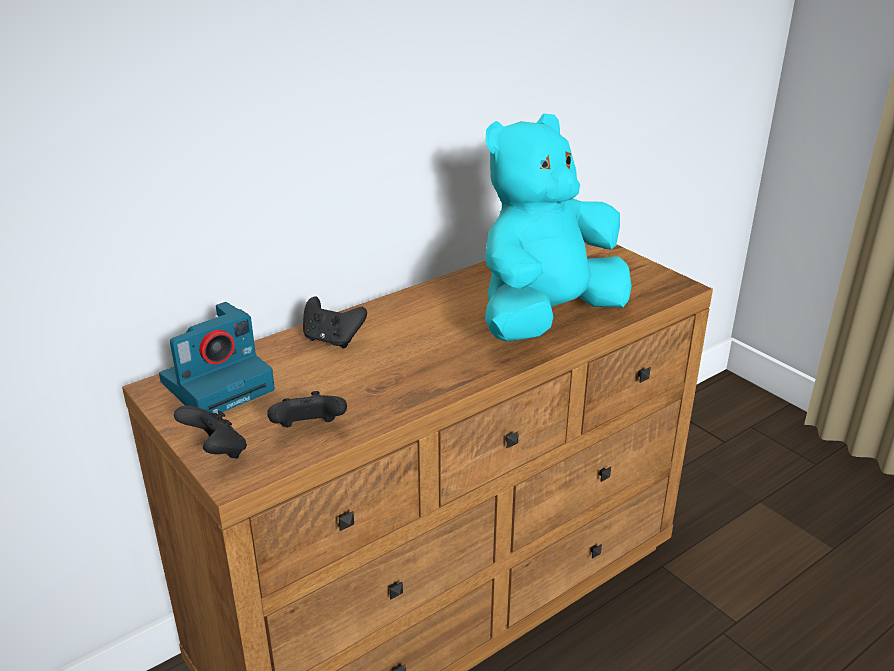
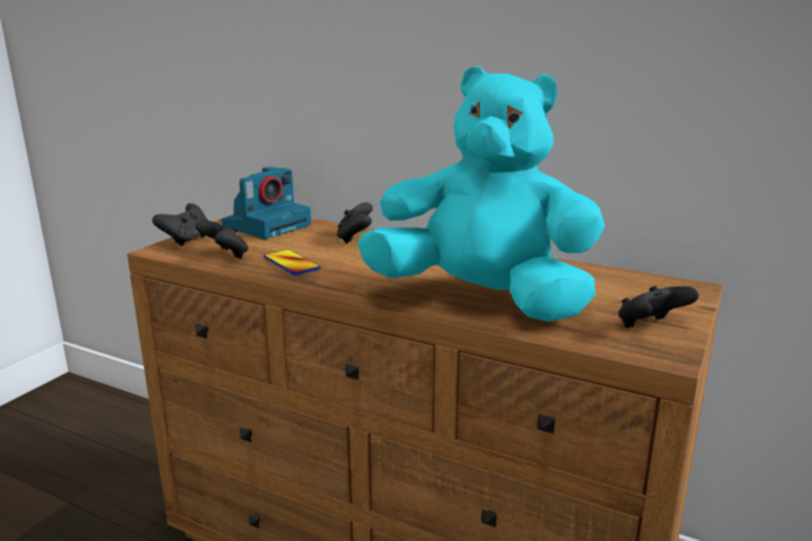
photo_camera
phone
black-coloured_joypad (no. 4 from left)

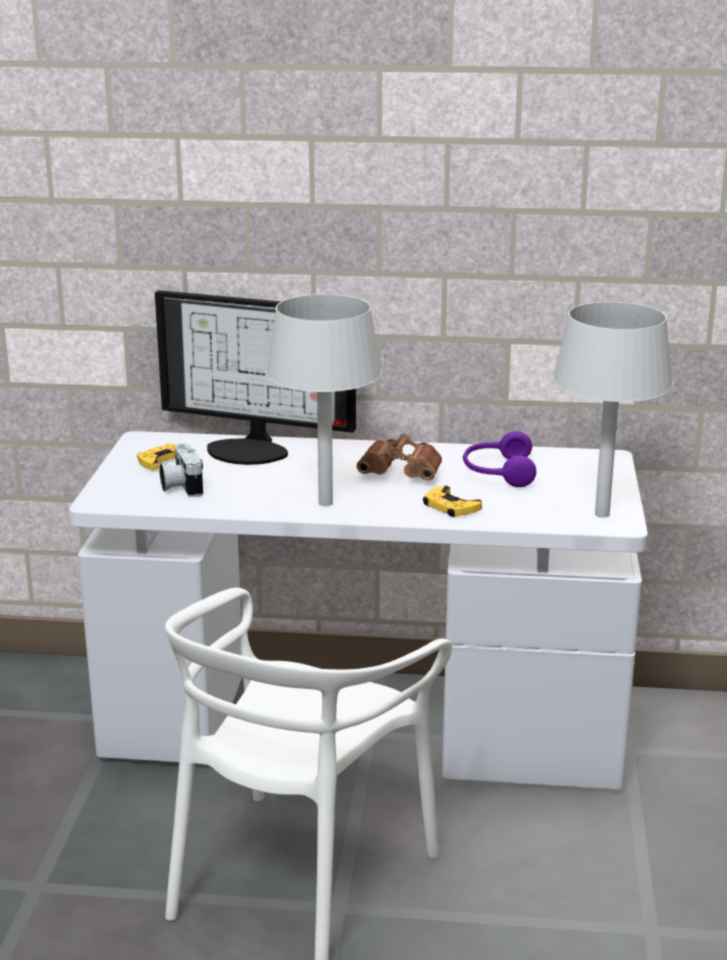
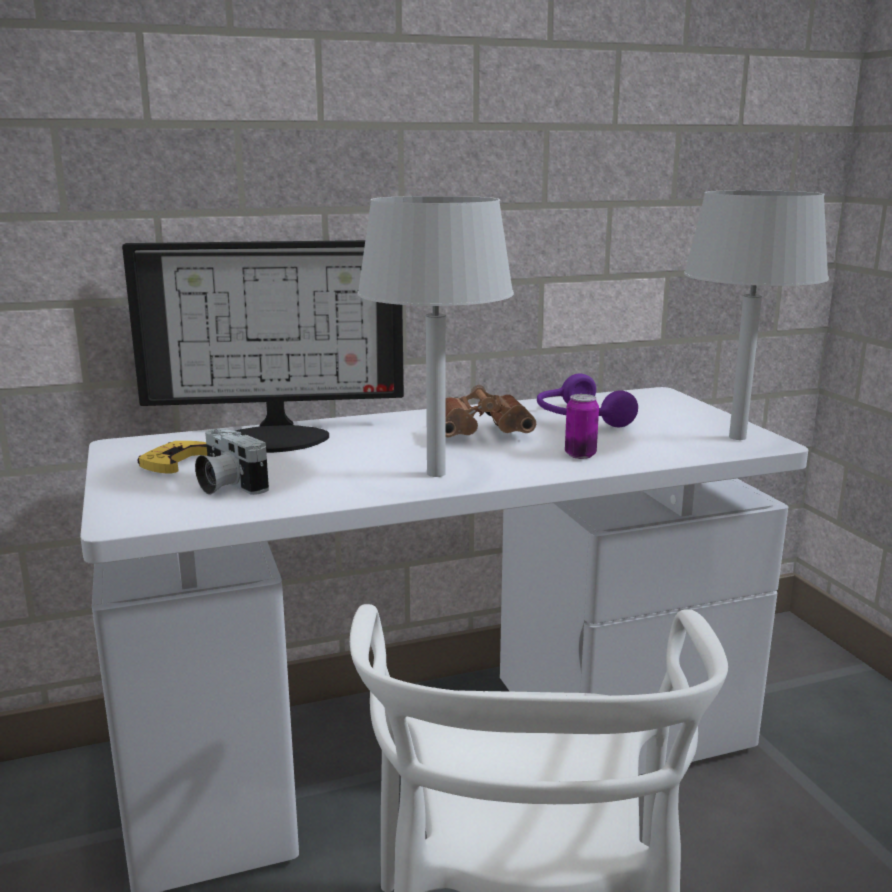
metal_can

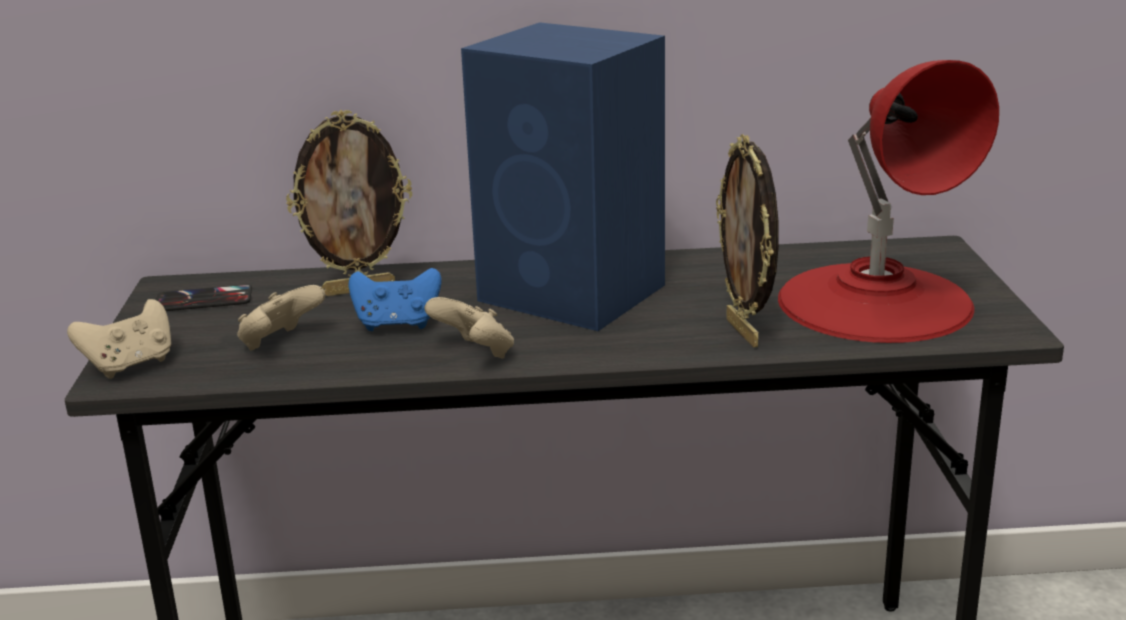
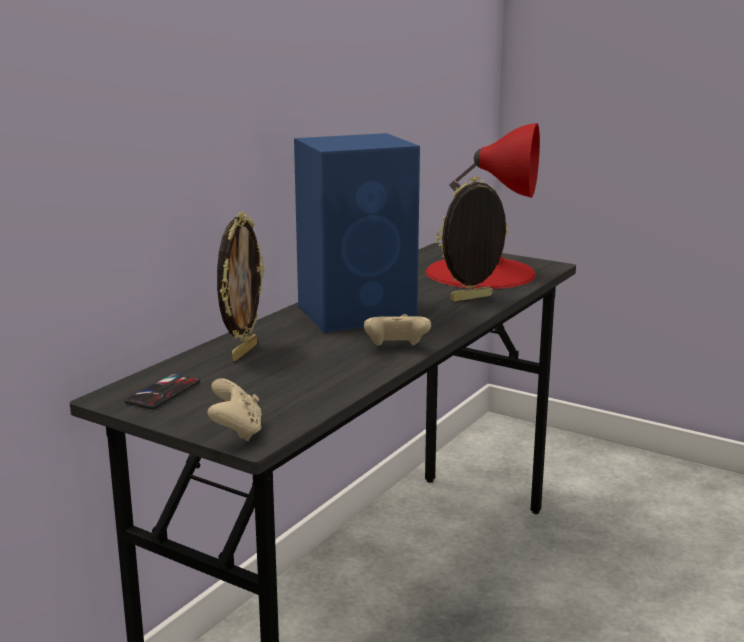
beige_joypad (no. 2 from left in the first image)
blue_joypad
picture_frame (no. 2 from left)

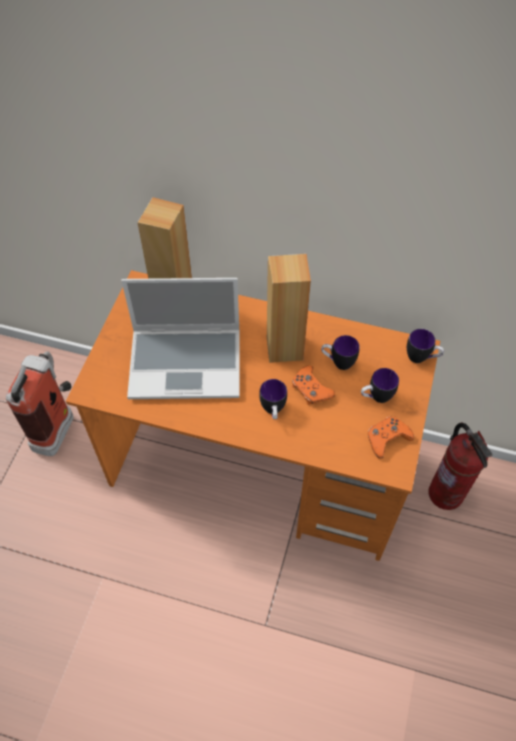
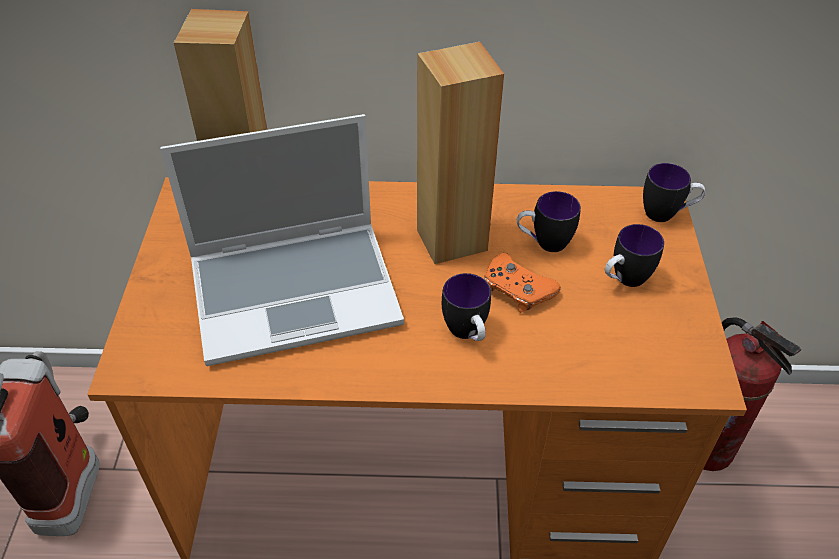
orange_joypad (no. 2 from left in the first image)

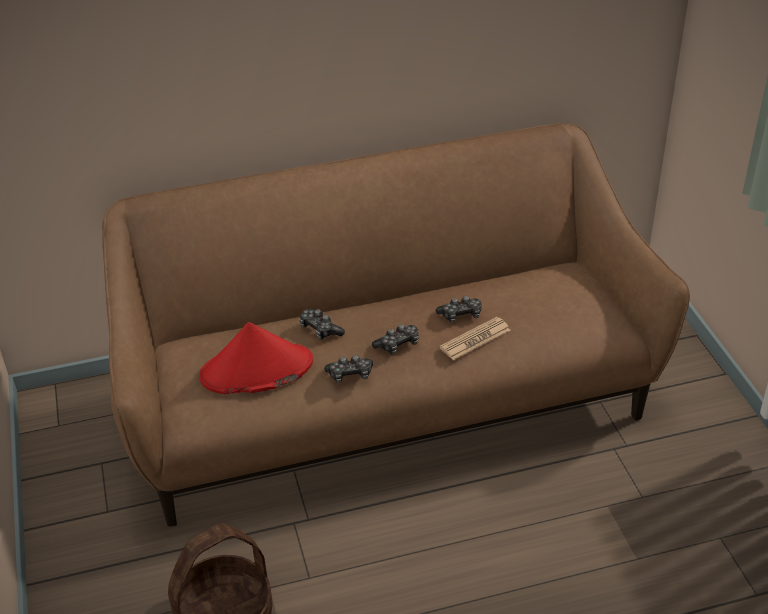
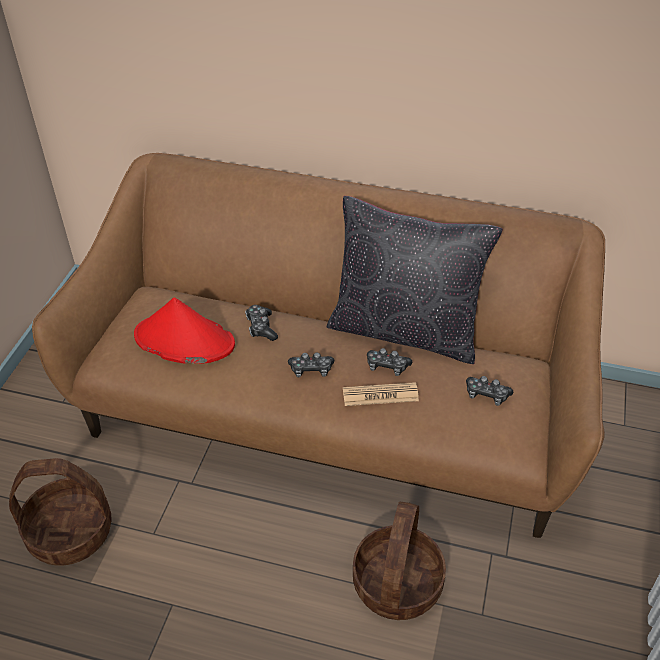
joypad (no. 4 from left)
black-coloured_throw_pillow
storage_basket (no. 2 from left)

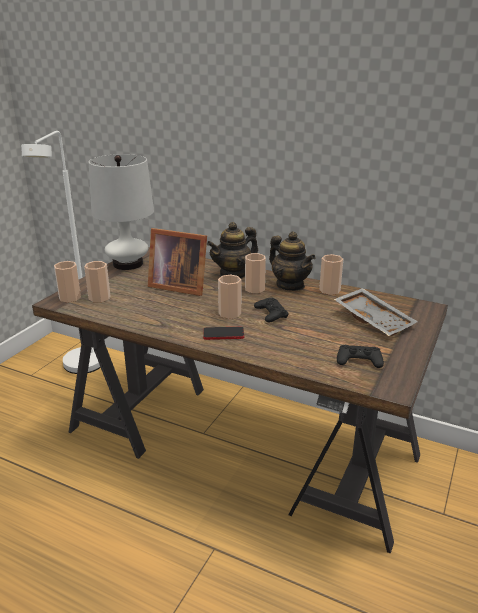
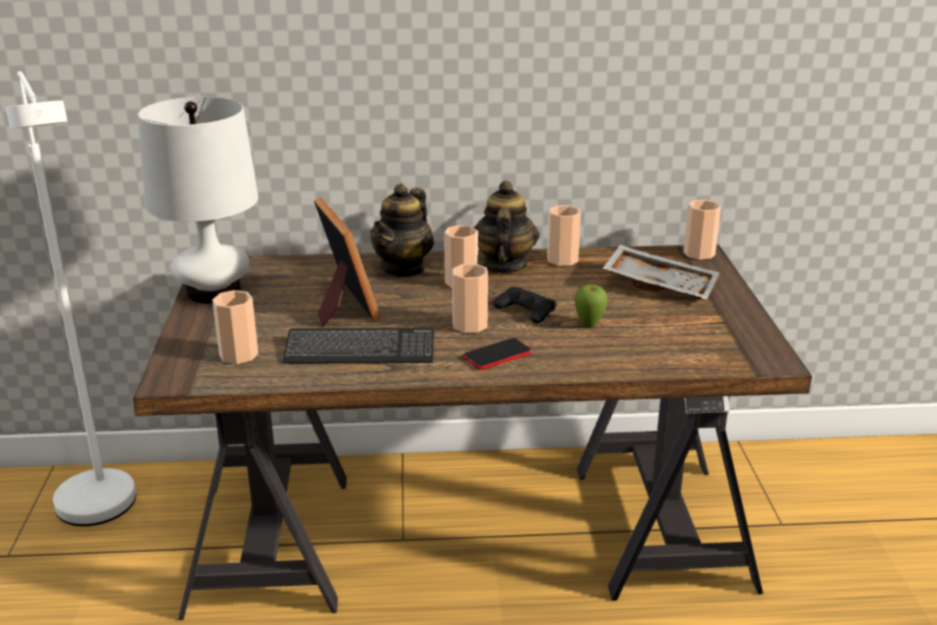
cup (no. 5 from left)
picture_frame
tea_pot (no. 2 from left)
black-coloured_joypad (no. 2 from left in the first image)
keyboard
apple

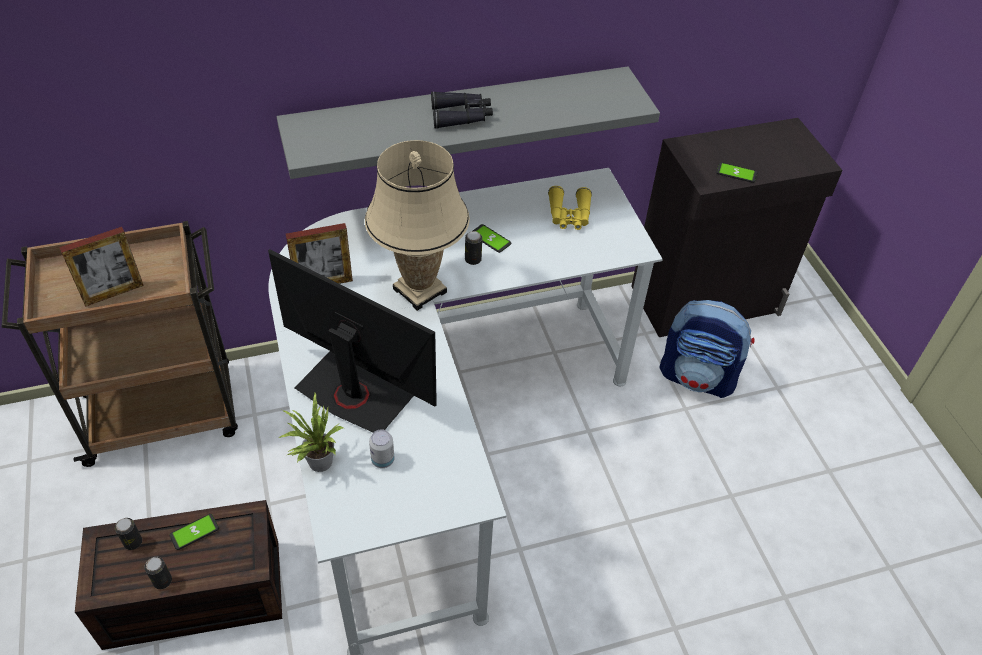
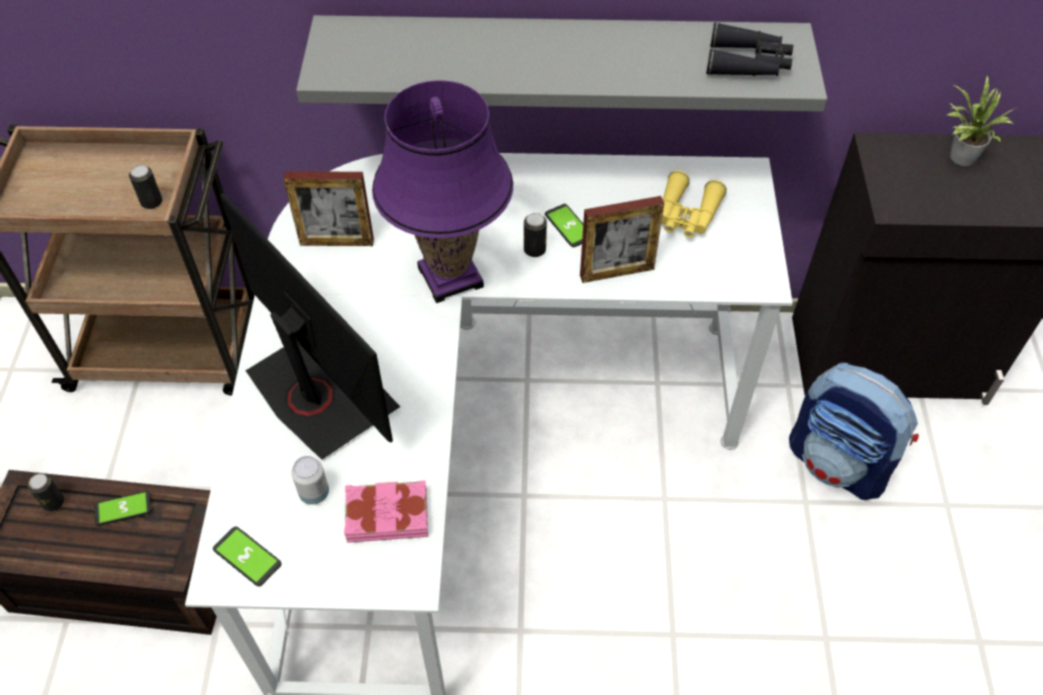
picture_frame (no. 2 from left)
metal_can (no. 2 from left)
houseplant
purple-coloured_table_lamp
black-coloured_field_glasses
phone (no. 2 from left)
pink-coloured_book

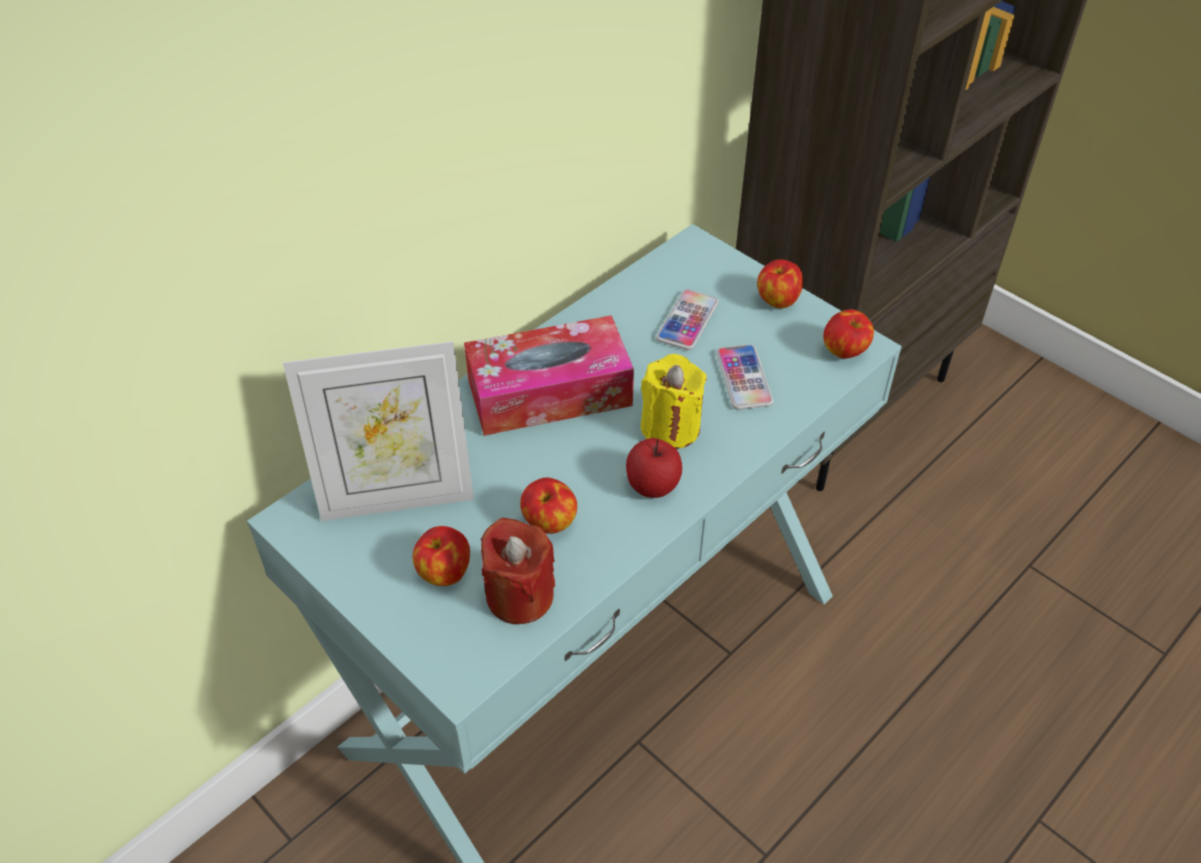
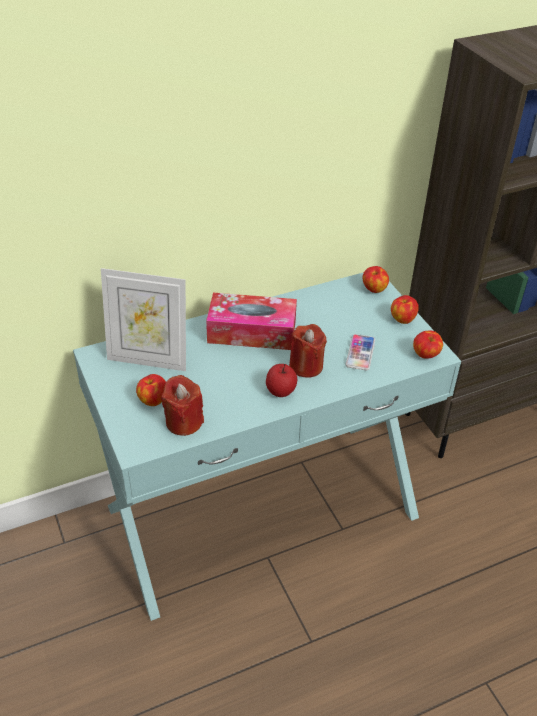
apple (no. 3 from left)
red_wax_candle (no. 2 from left)
phone (no. 1 from left in the first image)

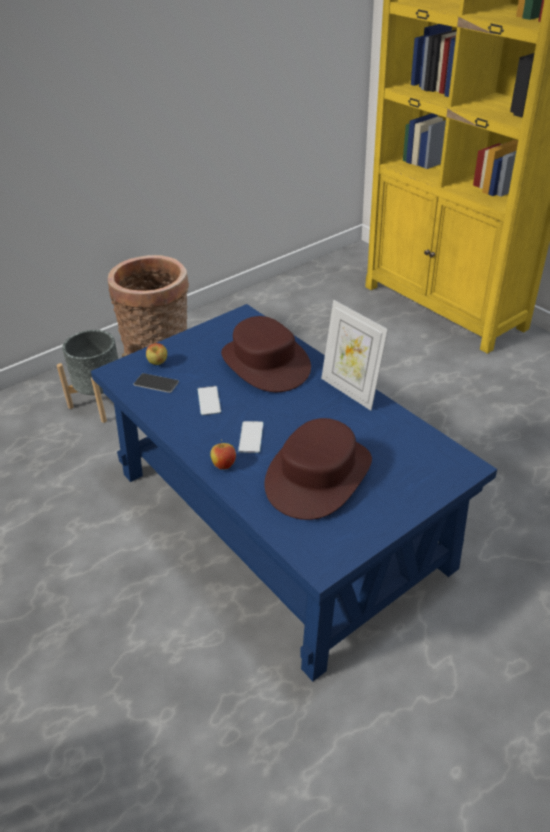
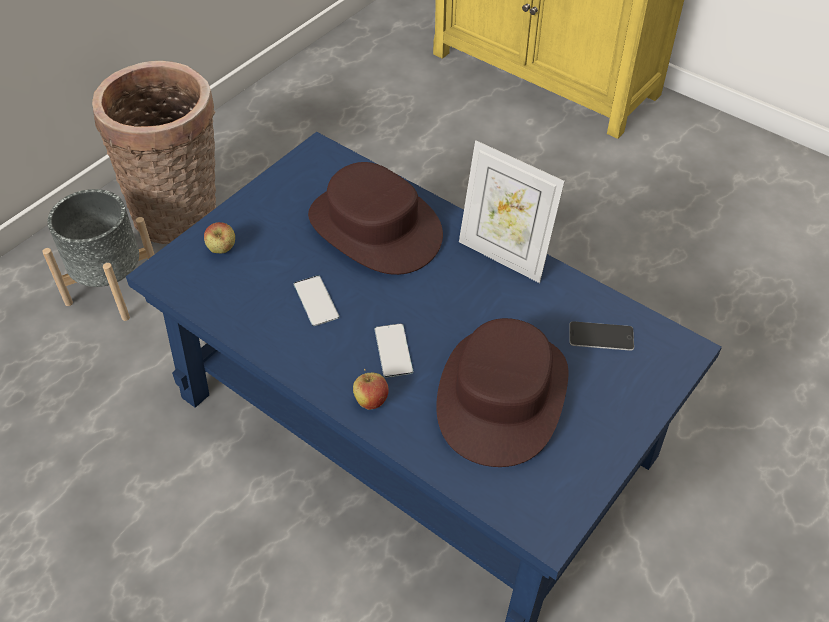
phone (no. 3 from left)

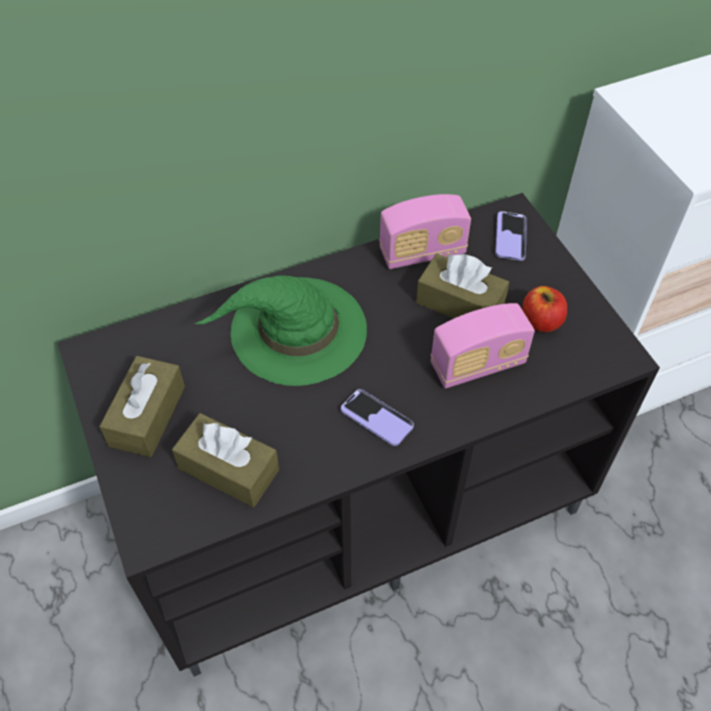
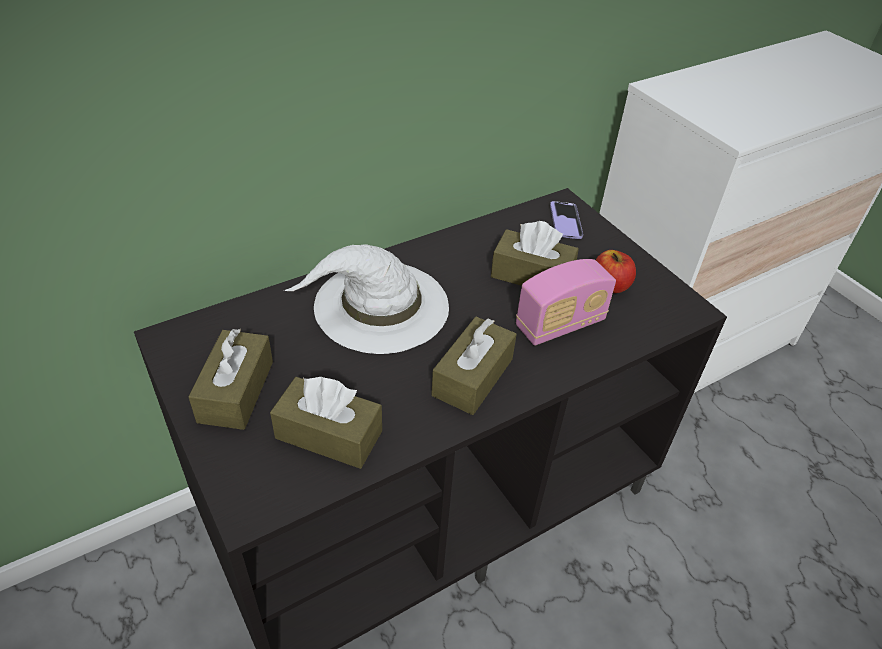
white-coloured_wearable_hat
brownish_box_of_tissues (no. 3 from left)
radio (no. 1 from left in the first image)

